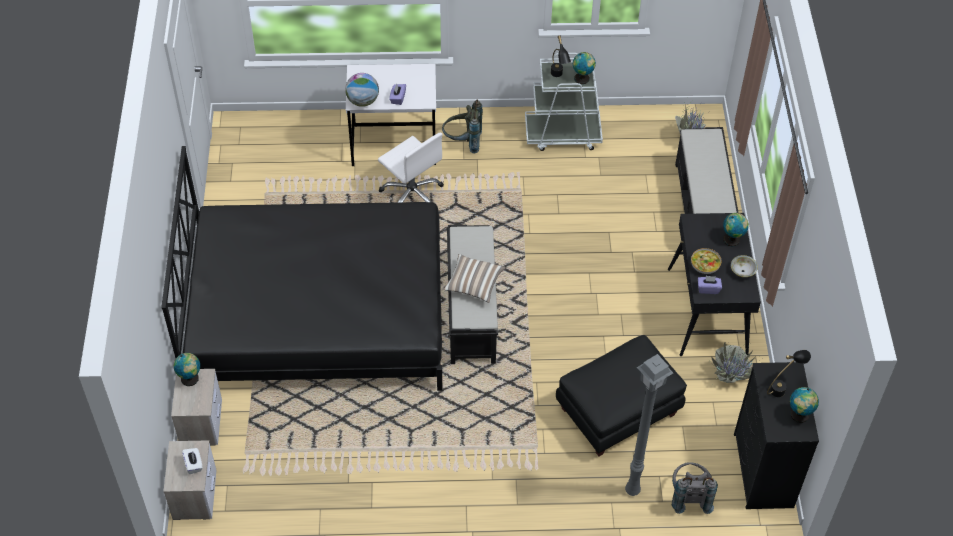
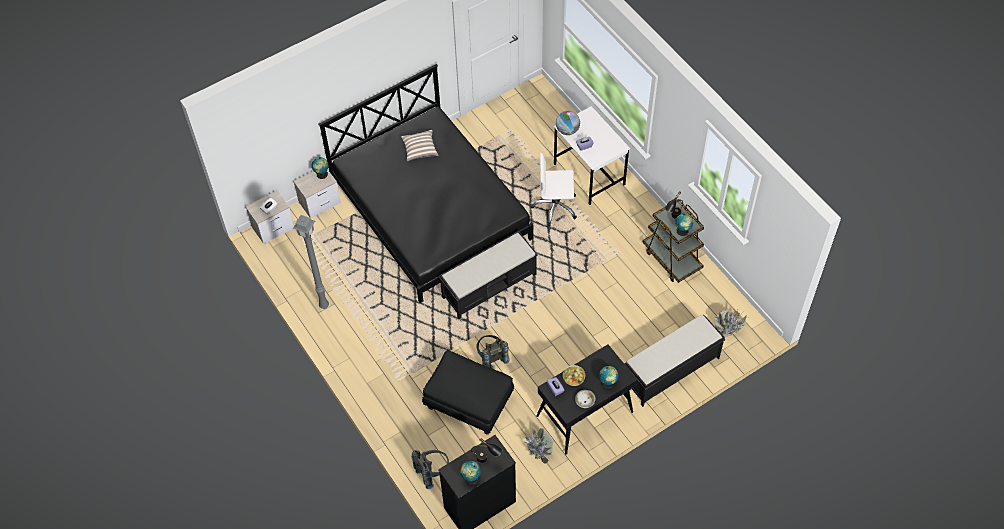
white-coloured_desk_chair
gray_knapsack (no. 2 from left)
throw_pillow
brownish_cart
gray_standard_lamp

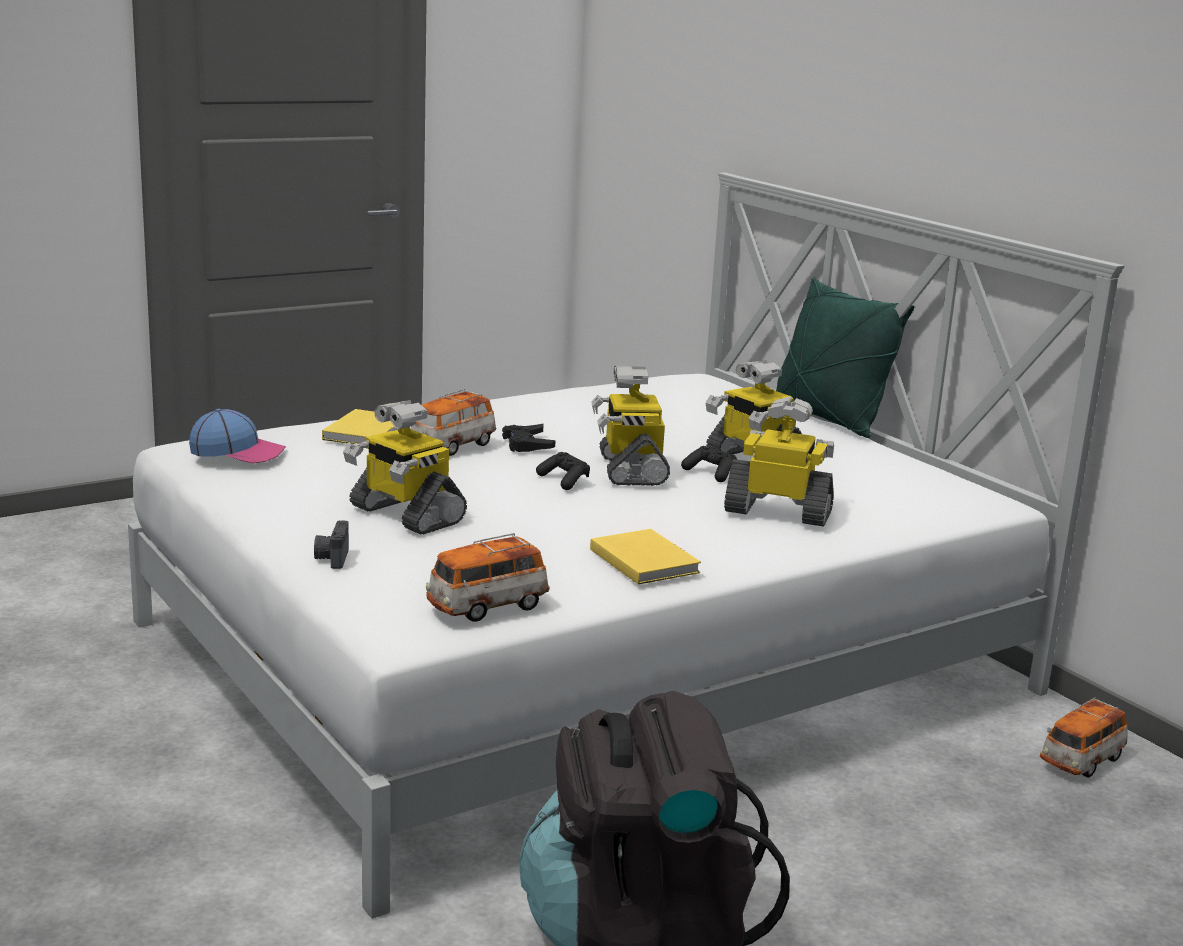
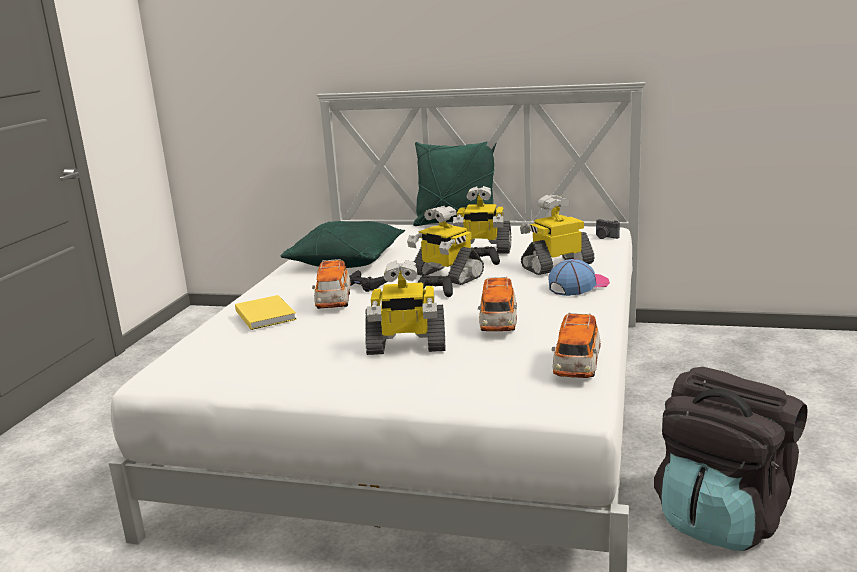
peaked_cap
photo_camera
yellowish_book (no. 2 from left in the first image)
model_car (no. 2 from left)
greenish_throw_pillow (no. 1 from left)

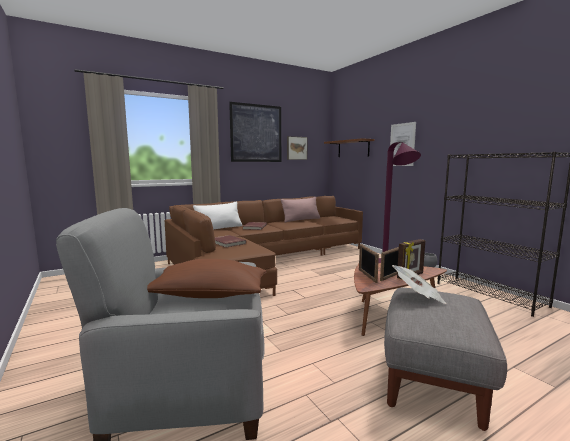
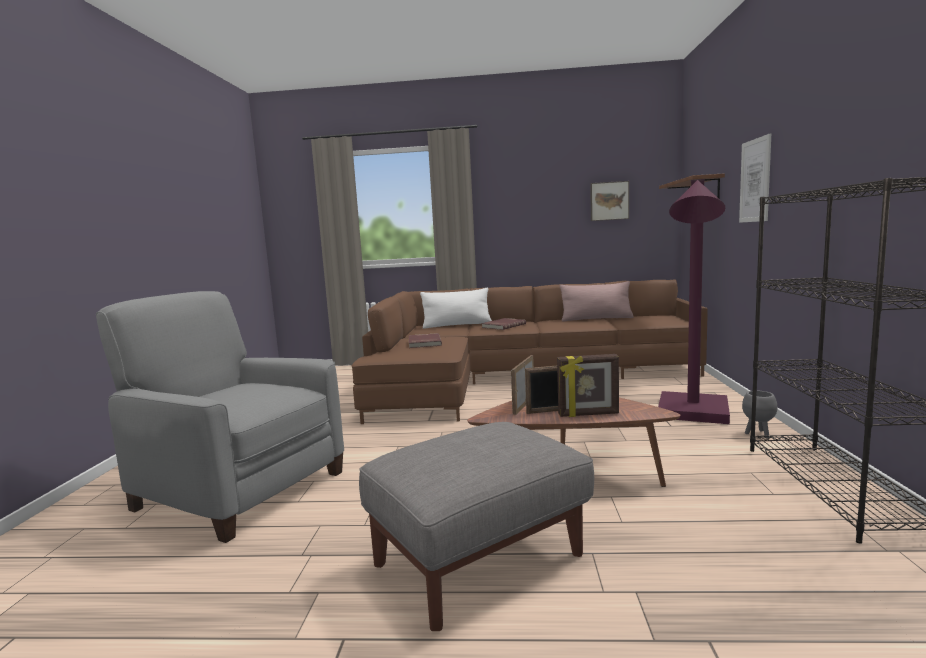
brownish_throw_pillow
wall_art (no. 1 from left in the first image)
daily_paper

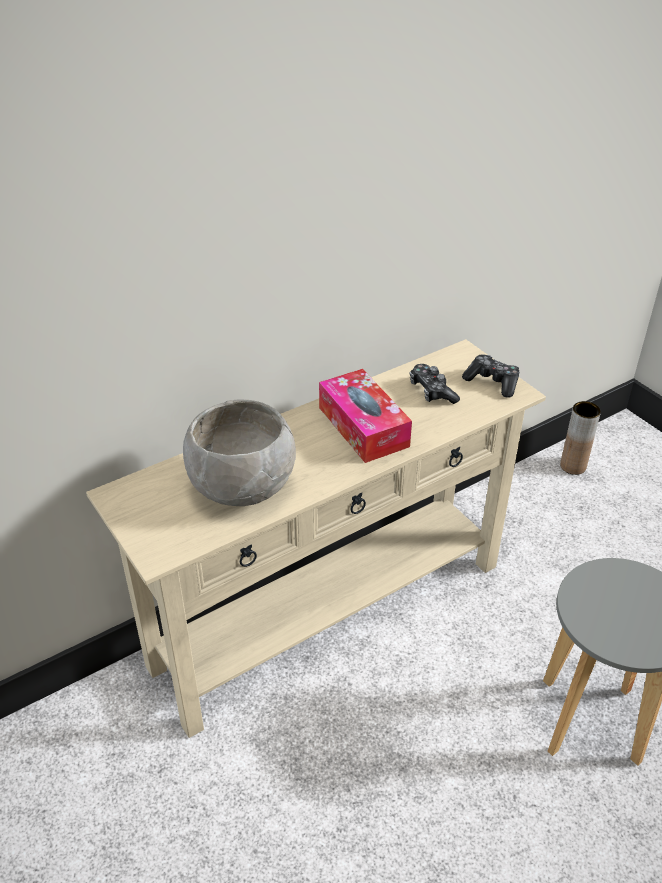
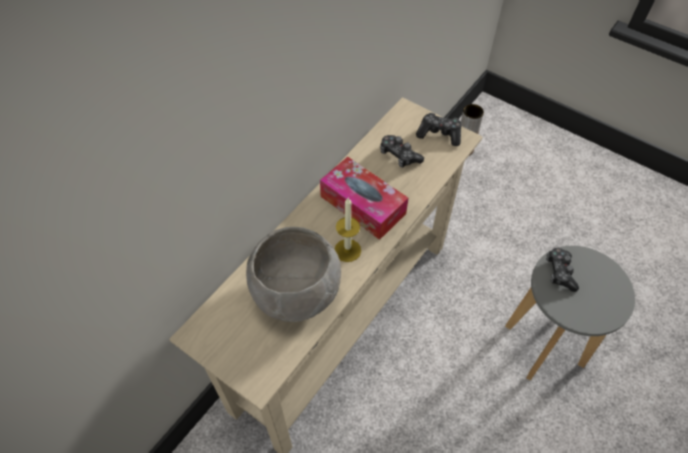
wax_candle
joypad (no. 3 from left)

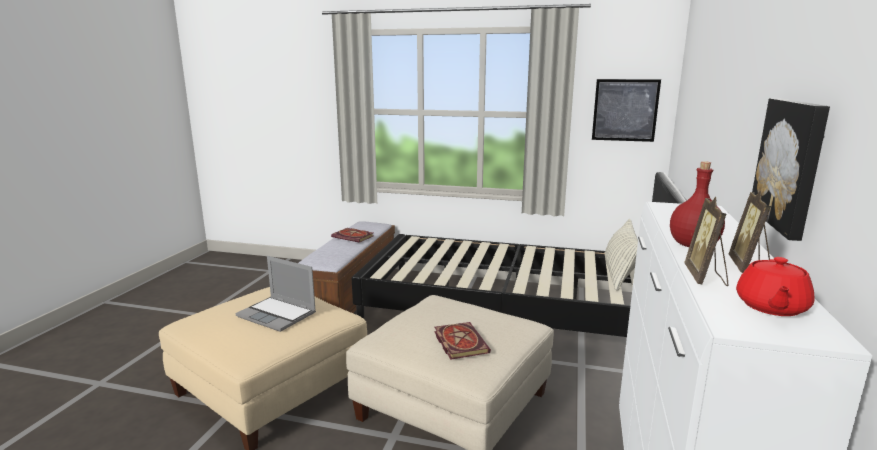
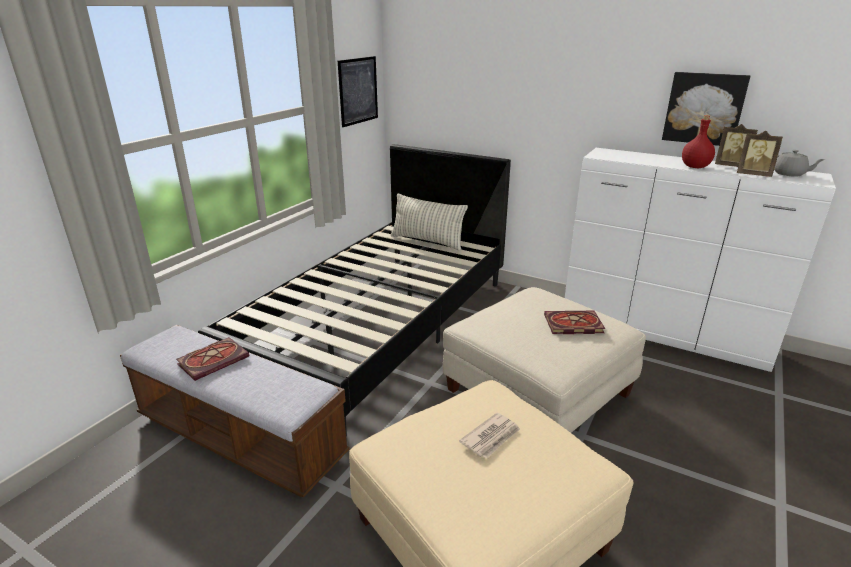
daily_paper
gray_tea_pot

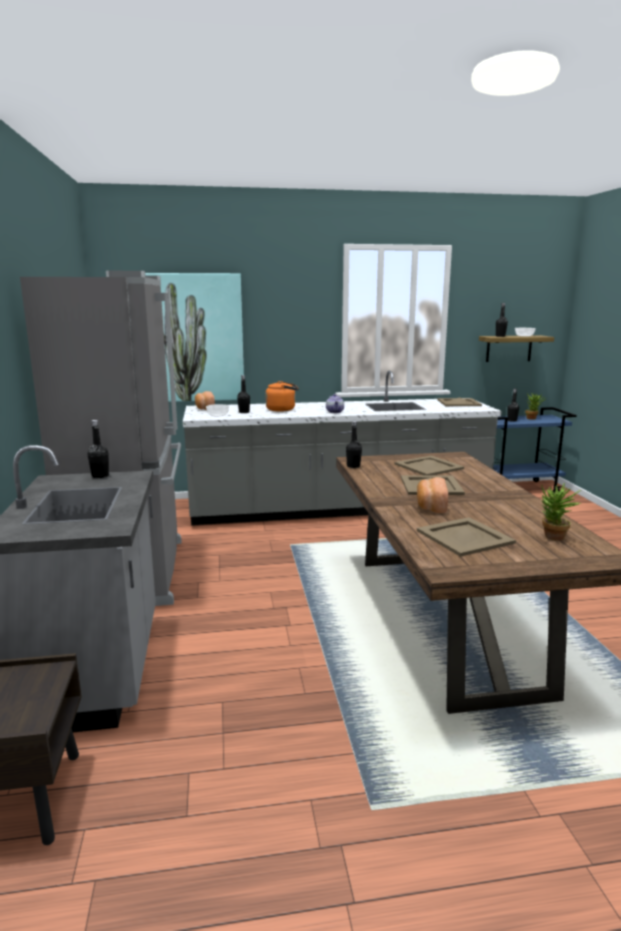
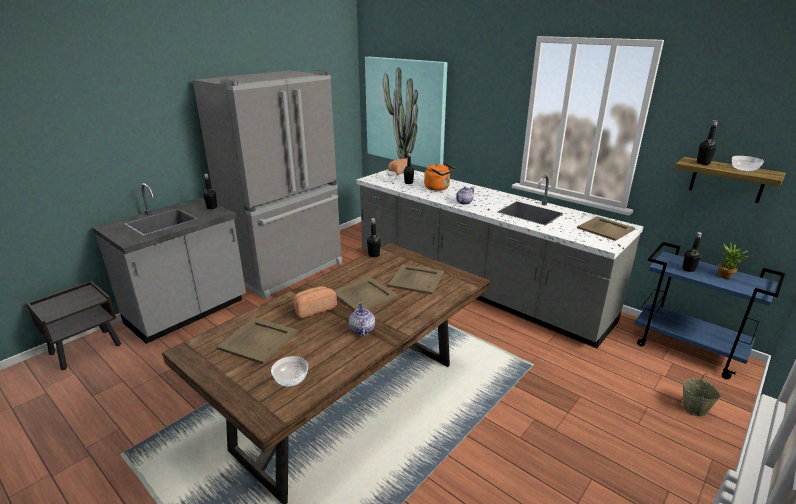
bowl (no. 1 from left)
tea_pot (no. 1 from left)
beige_water_bucket

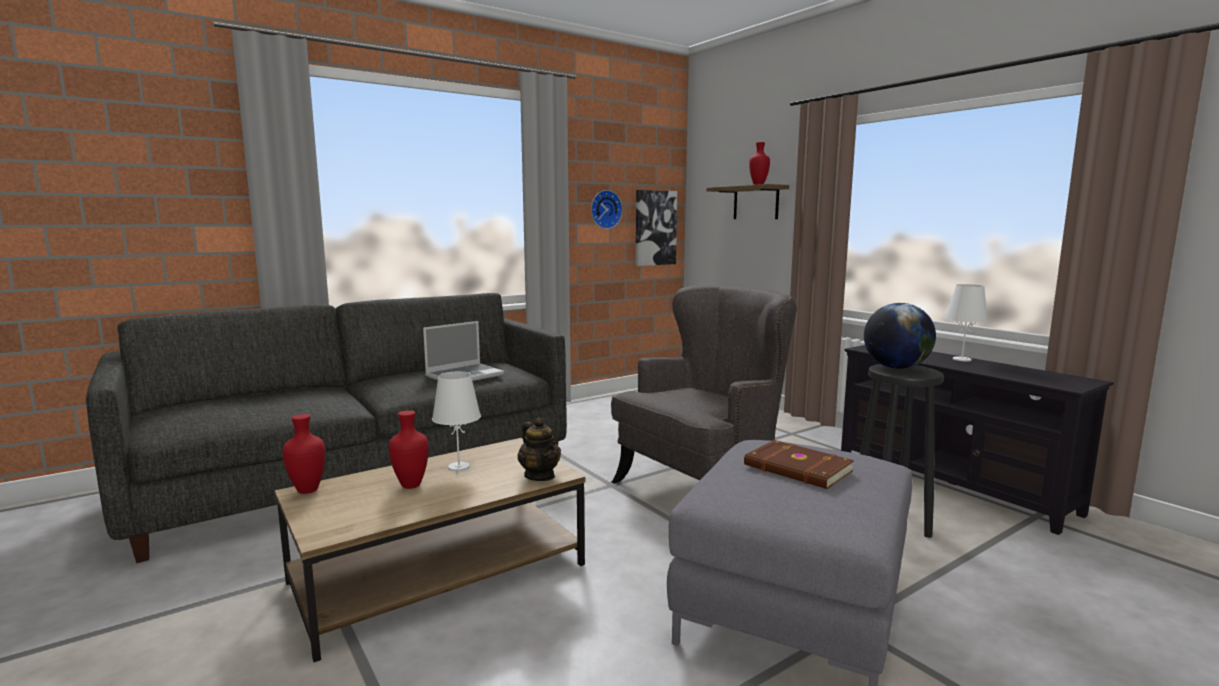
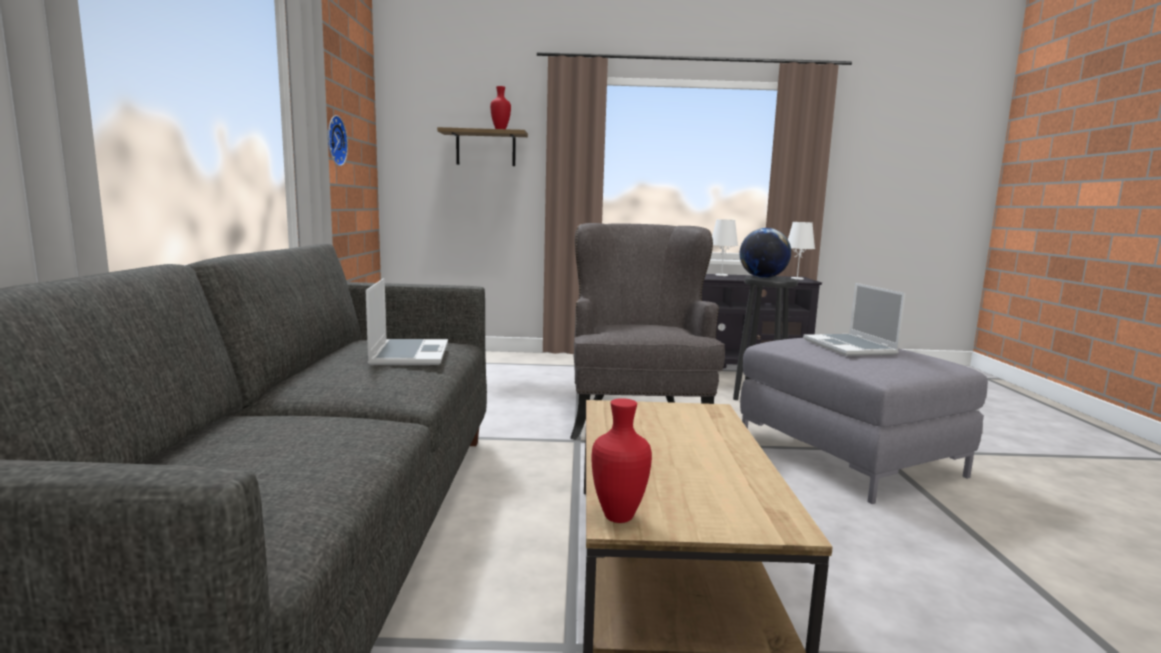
red_flower_vase (no. 2 from left in the first image)
white-coloured_table_lamp (no. 2 from left)
tea_pot
wall_art
laptop (no. 2 from left)

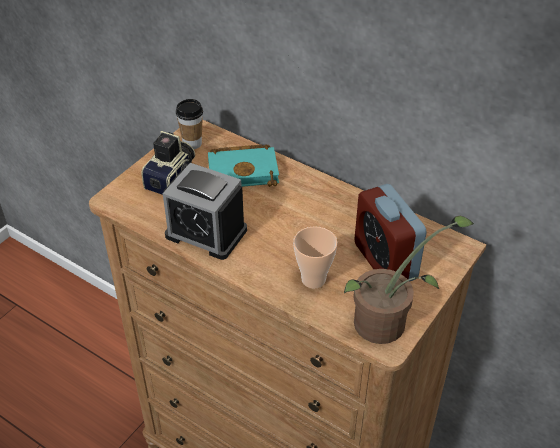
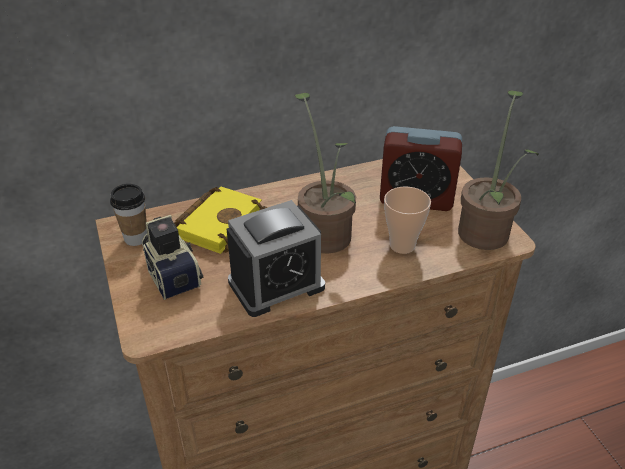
yellowish_book
houseplant (no. 1 from left)

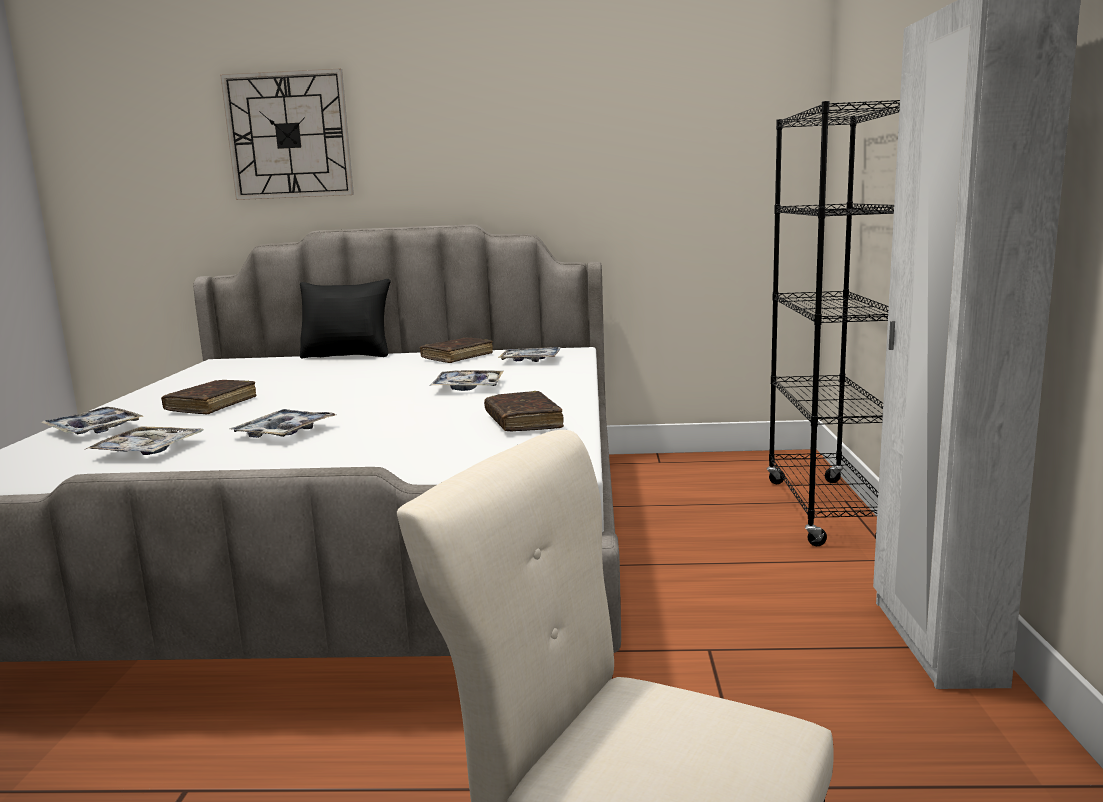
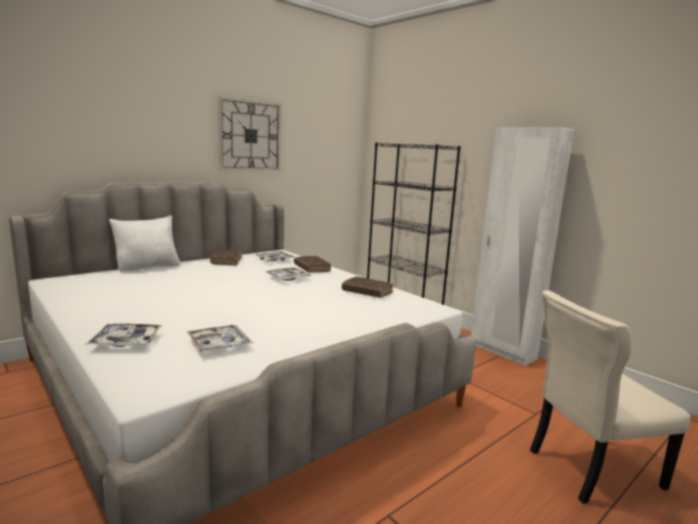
brownish_book (no. 2 from left)
clock_on_the_wall
carrying_tray (no. 3 from left in the first image)
white-coloured_throw_pillow

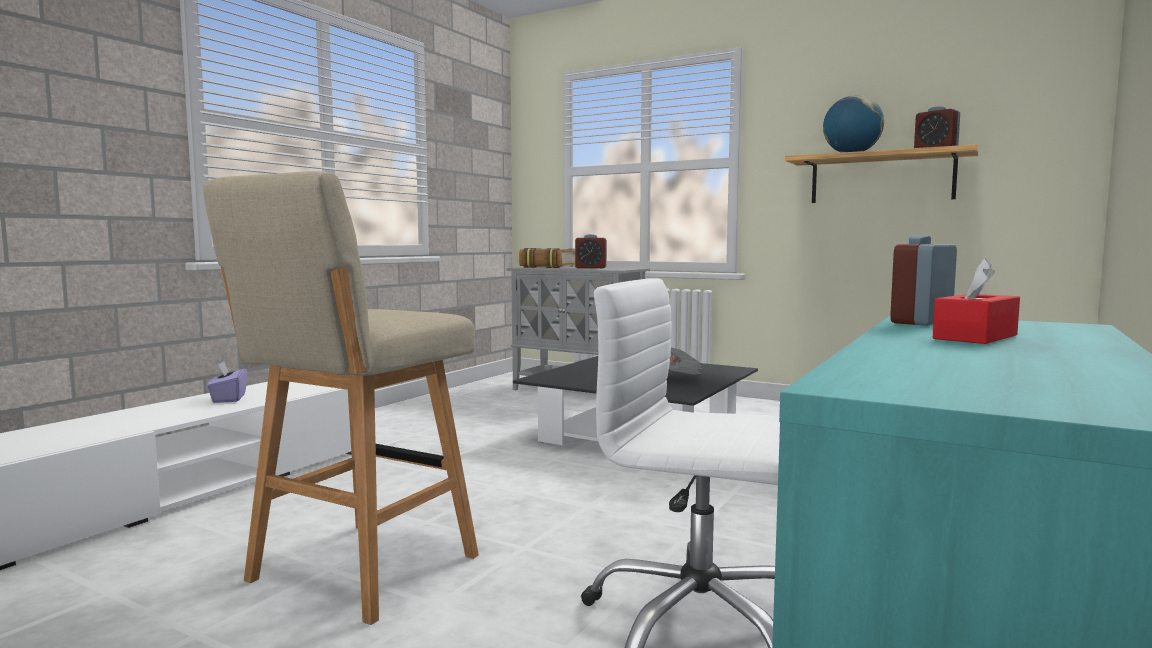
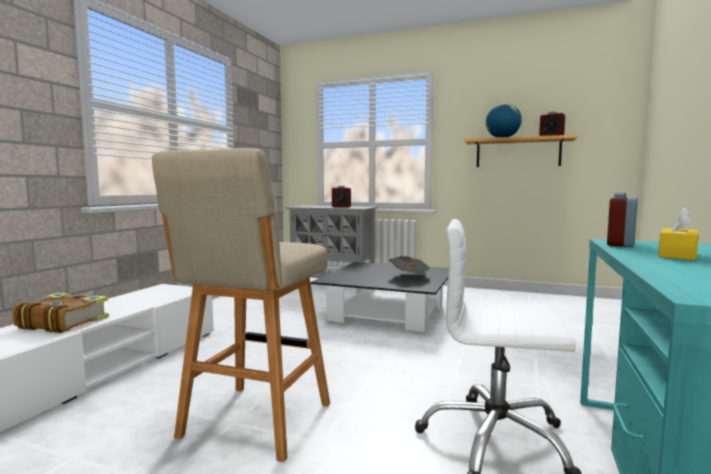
purple-coloured_box_of_tissues
book
yellowish_box_of_tissues

